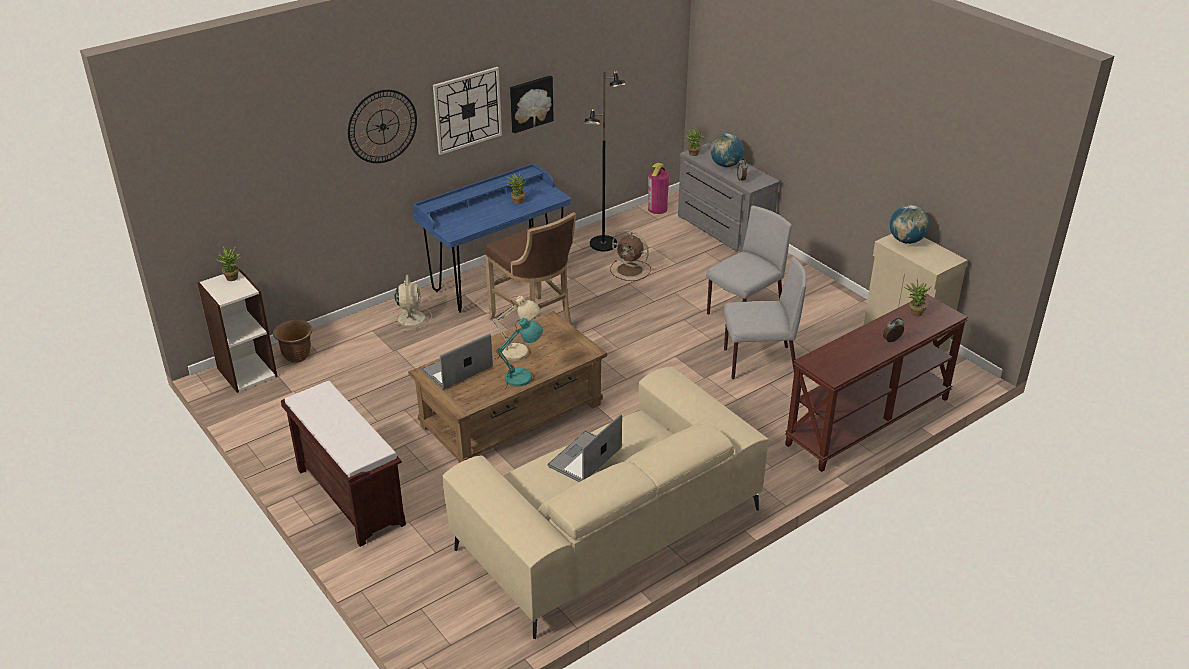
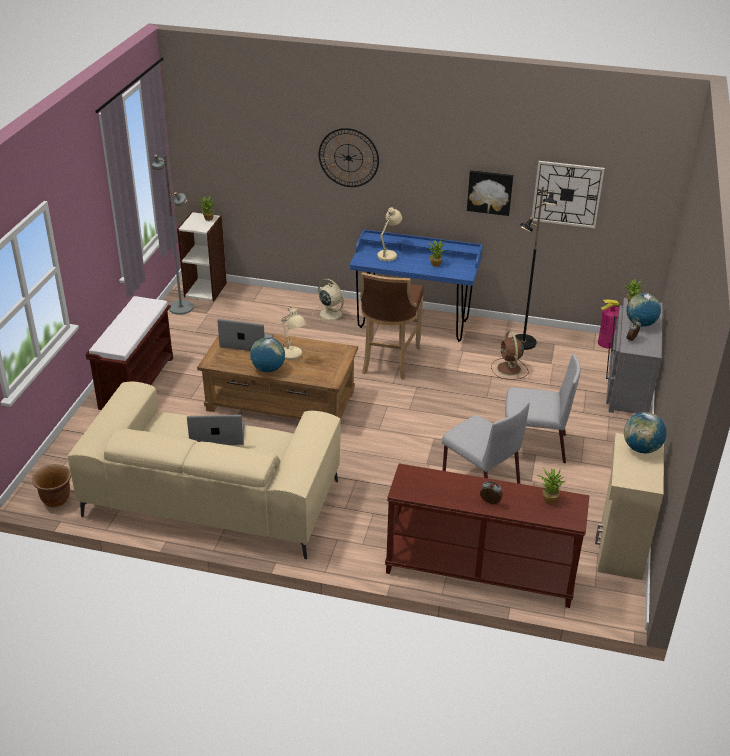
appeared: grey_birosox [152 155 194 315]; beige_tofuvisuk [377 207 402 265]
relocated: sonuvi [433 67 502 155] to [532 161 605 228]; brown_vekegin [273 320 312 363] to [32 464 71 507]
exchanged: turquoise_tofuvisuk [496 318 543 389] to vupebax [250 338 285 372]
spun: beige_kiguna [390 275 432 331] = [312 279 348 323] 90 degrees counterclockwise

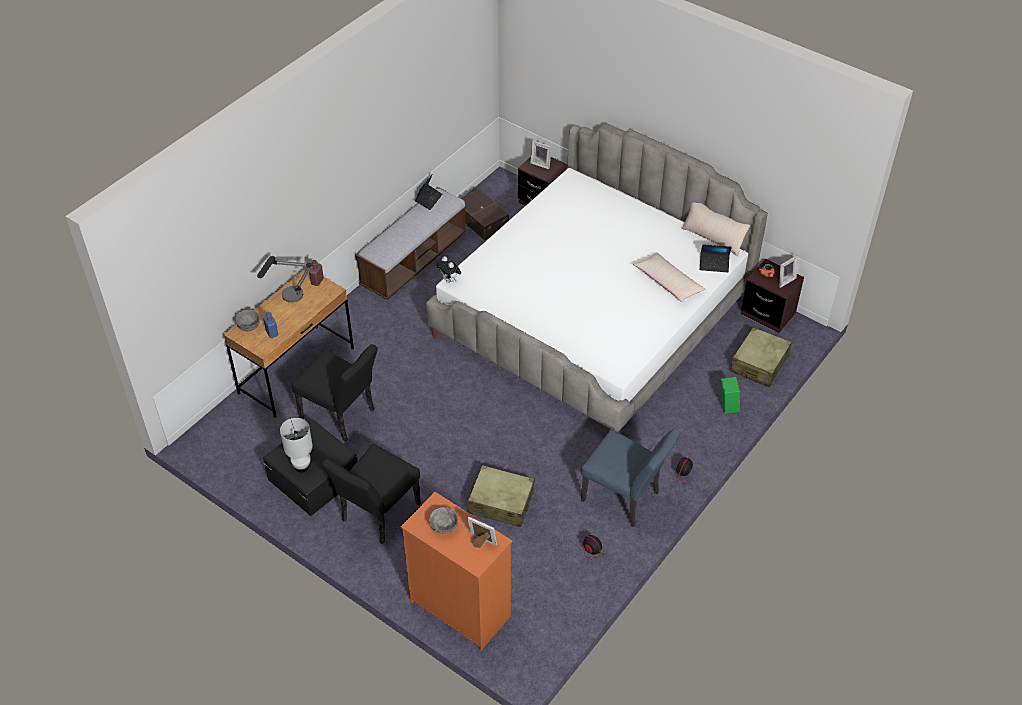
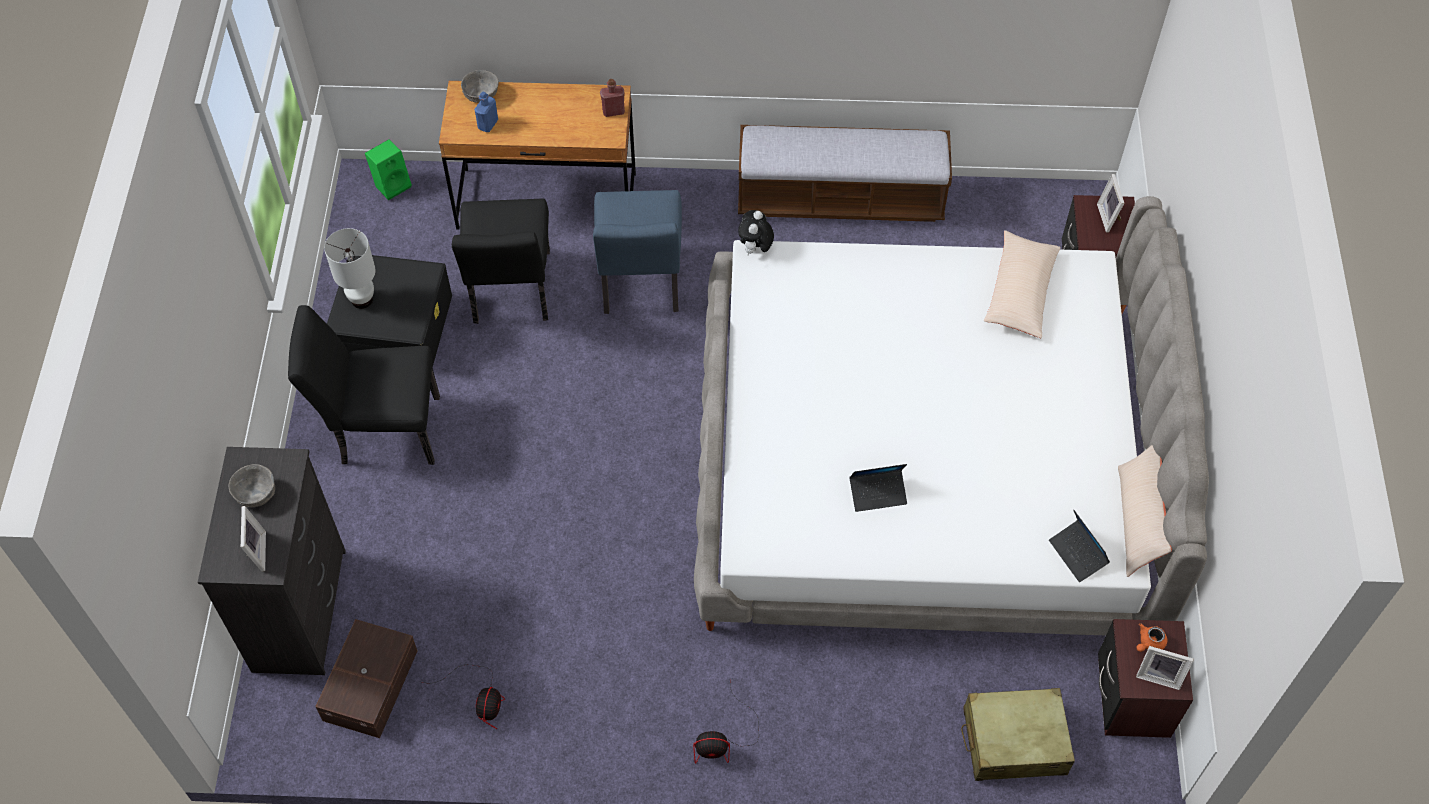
missing: tofuvisuk [257 256 313 303]; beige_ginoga [468 465 535 527]
relocated: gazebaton [415 174 442 210] to [850 464 907 512]; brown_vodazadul [461 189 509 241] to [315 619 418 738]; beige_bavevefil [633 253 706 302] to [984 230 1061 338]; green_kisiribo [721 377 740 414] to [365 139 412 200]; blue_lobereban [581 428 681 527] to [593 190 682 314]
colour: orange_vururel [401 492 512 650] to black_vururel [198 447 346 675]

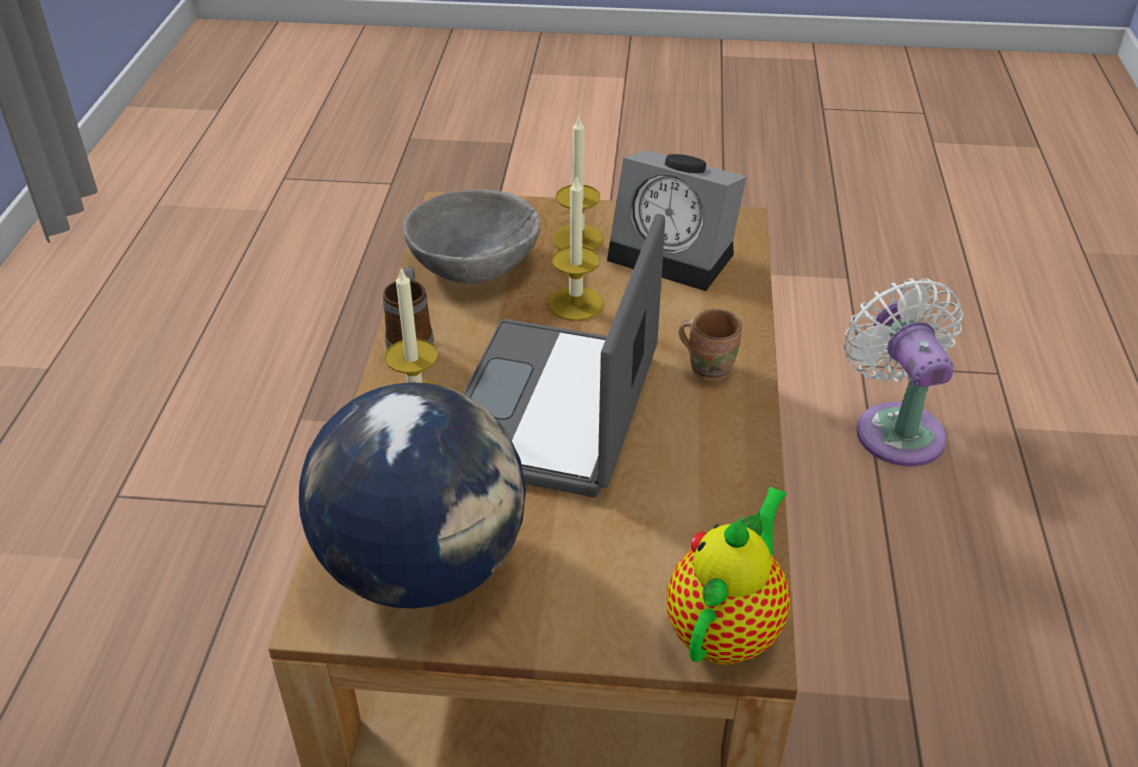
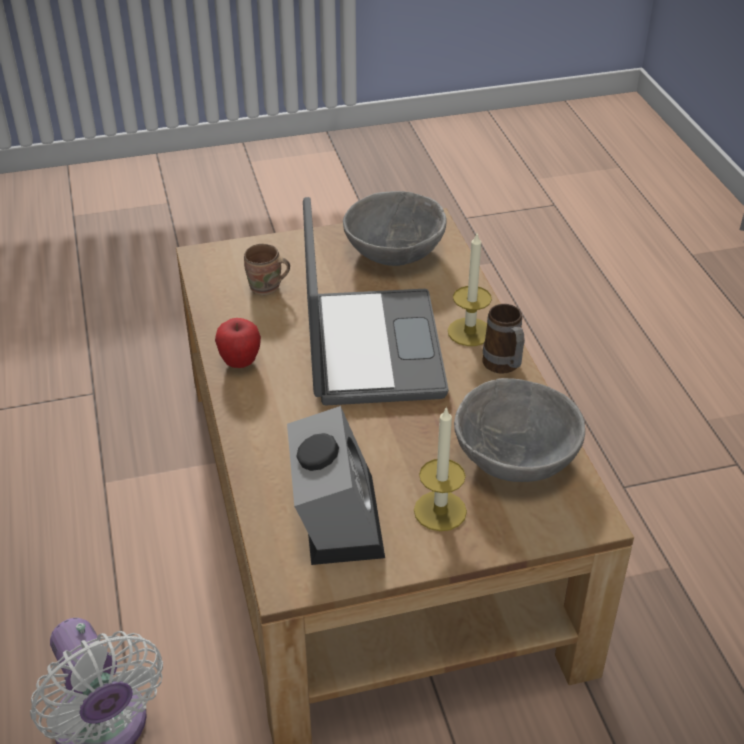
missing: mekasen [548 175 603 321]; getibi [667 487 790 665]
appeared: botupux [215 318 261 368]
relocated: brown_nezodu [679 309 742 381] to [244 244 290 295]
exchanged: vupebax [299 382 526 608] to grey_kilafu [343 191 447 266]
spun: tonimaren [607 150 746 291] = [287 406 385 565] 75 degrees clockwise

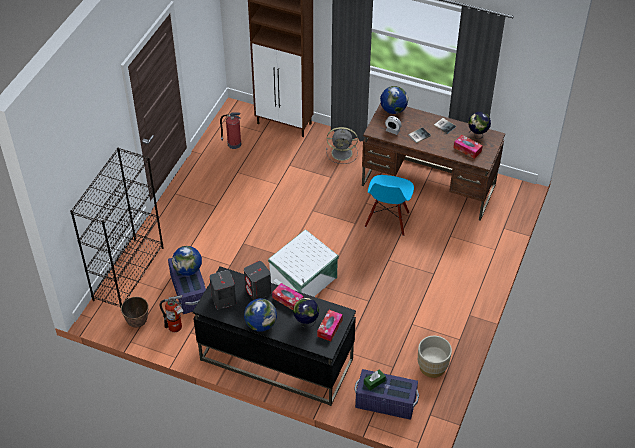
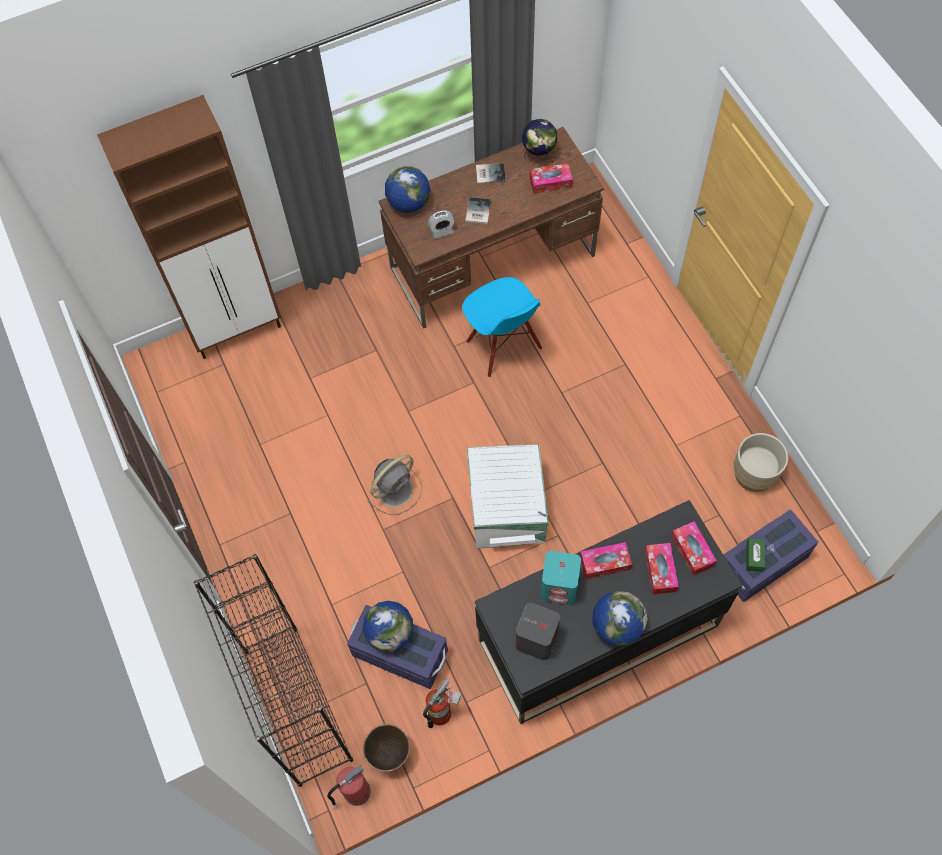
relocated: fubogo [220 112 241 149] to [327 765 371 808]; grey_kiguna [326 127 358 164] to [368 455 422 515]
exchanged: vupebax [293 298 319 328] to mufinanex [645 543 679 594]
colour: grey_kisiribo [244 261 271 300] to turquoise_kisiribo [541 551 581 605]

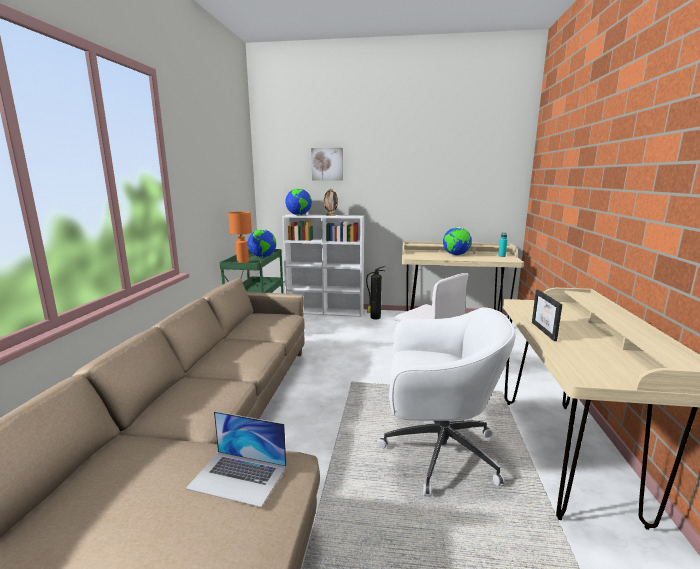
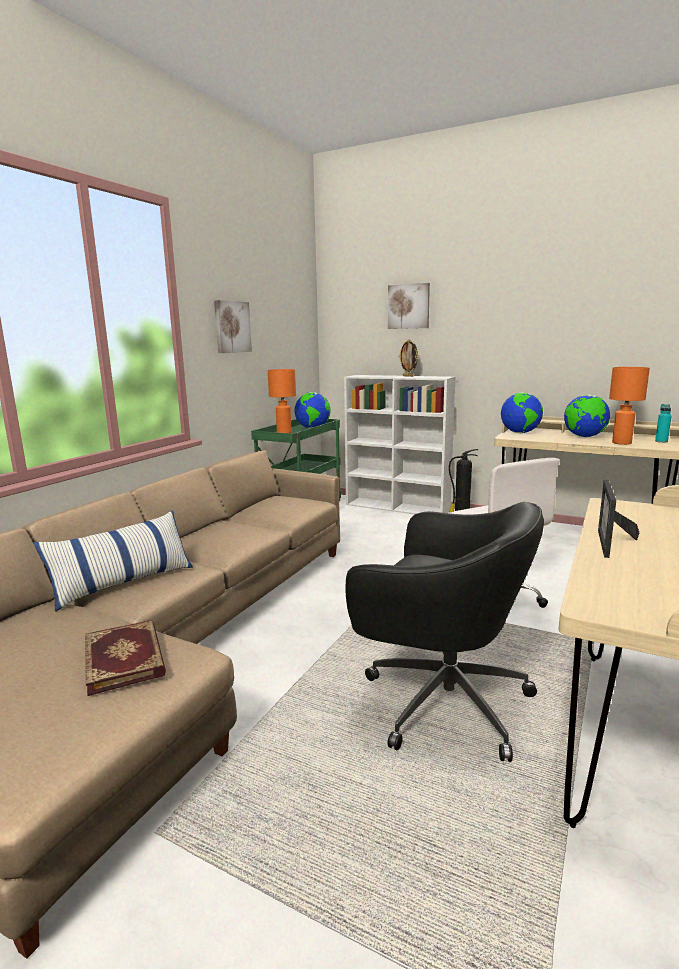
appeared: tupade [214 300 252 353]; orange_tofuvisuk [609 367 650 445]; bavevefil [34 510 193 612]
relocated: vupebax [285 188 312 215] to [501 393 543 433]
exchanged: gazebaton [186 411 287 507] to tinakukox [85 620 166 696]
colour: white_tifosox [377 307 515 497] to black_tifosox [346 502 544 762]

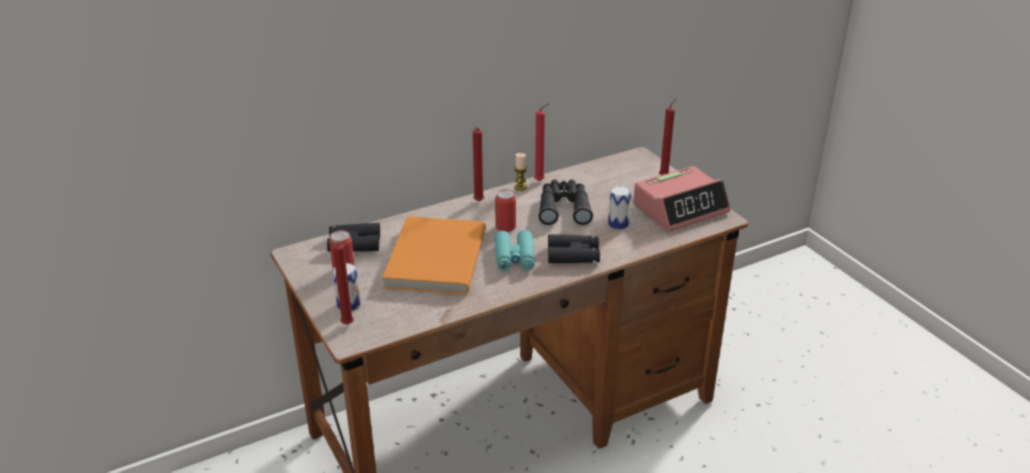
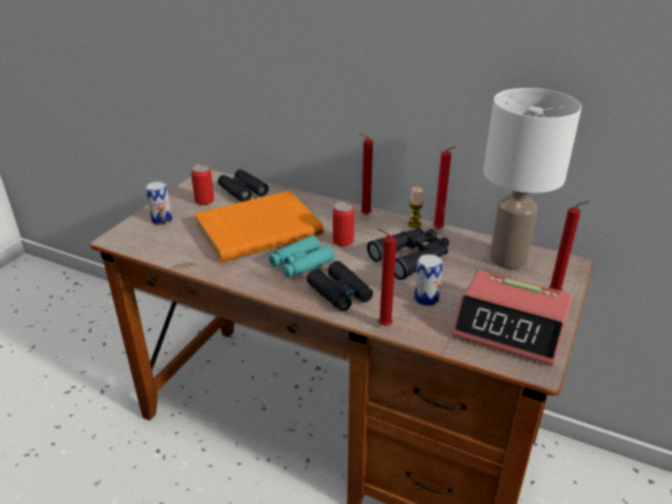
appeared: white_tofuvisuk [483 88 582 269]
relocated: red_mekasen [330 242 354 325] to [378 229 397 326]

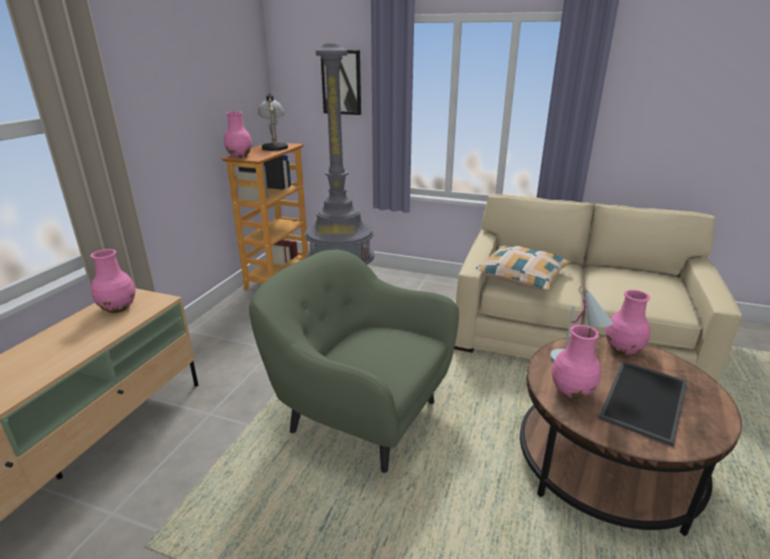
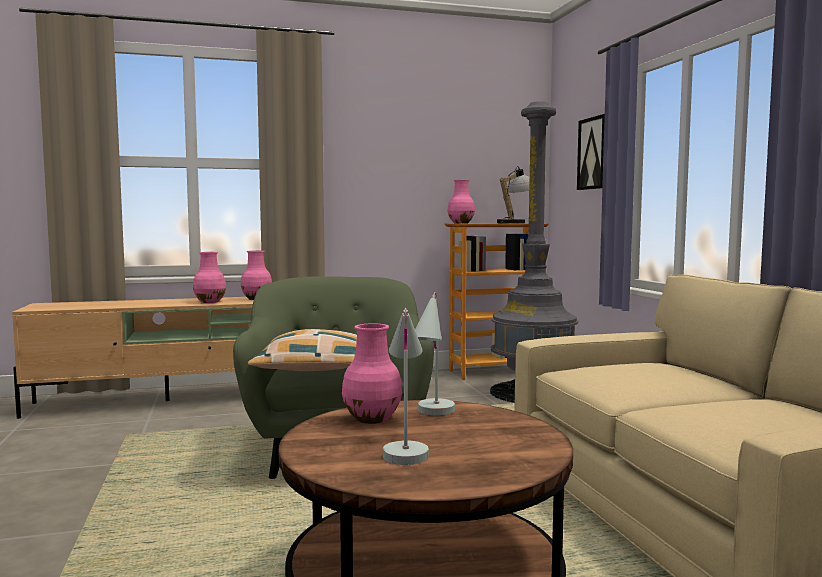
relocated: bavevefil [476 245 571 291] to [248 329 357 371]; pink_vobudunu [605 290 650 355] to [193 252 226 303]
exchanged: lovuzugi [598 361 687 447] to white_tofuvisuk [383 308 429 465]

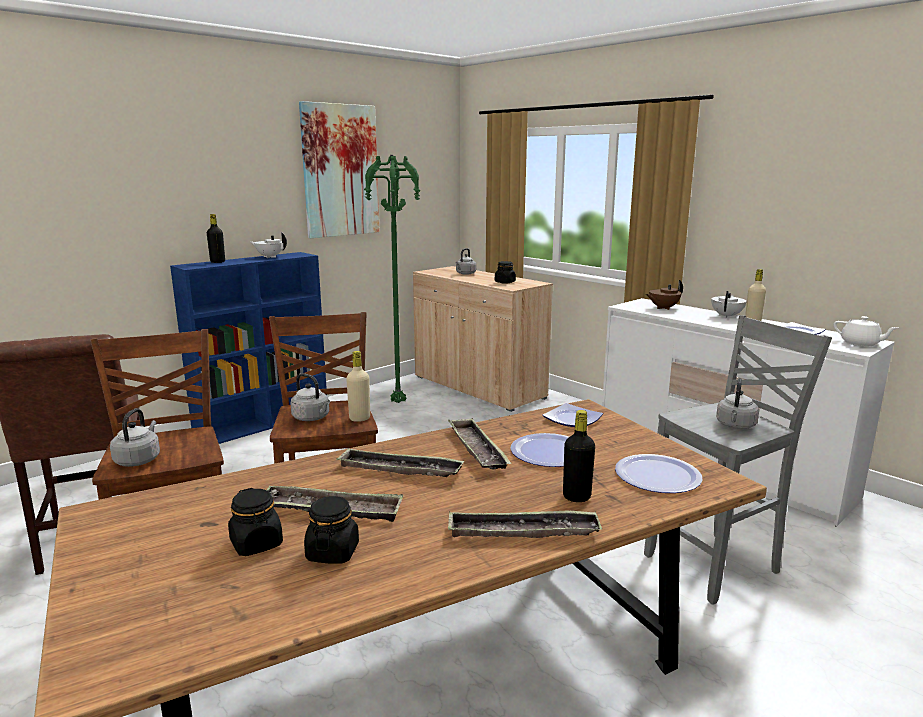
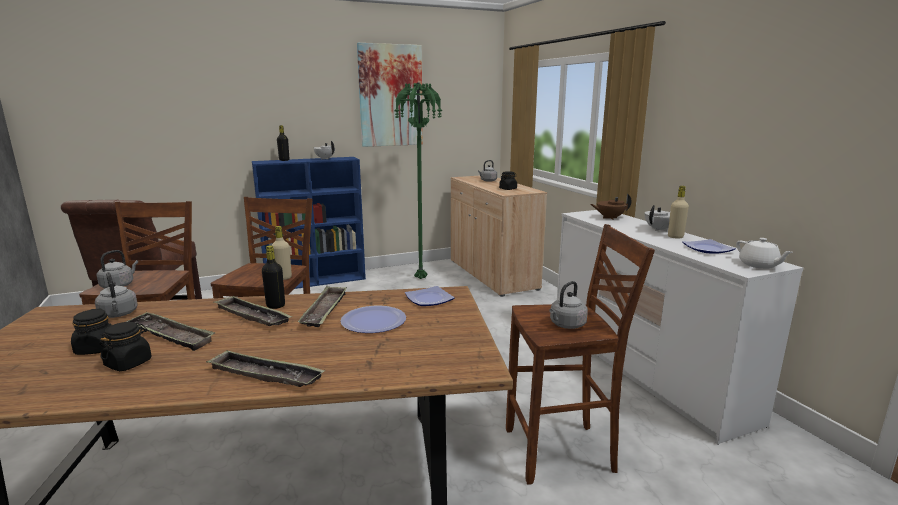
missing: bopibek [615 454 703 493]
relocated: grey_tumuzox [290 373 330 421] to [95 272 138 318]; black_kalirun [563 410 595 502] to [262 245 285 309]
colour: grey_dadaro [644 315 832 605] to brown_dadaro [506 224 655 485]

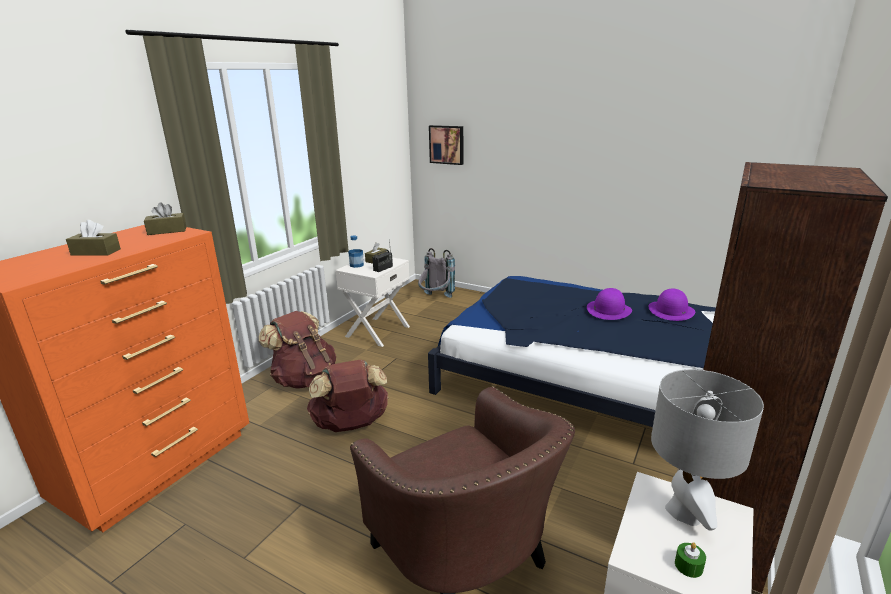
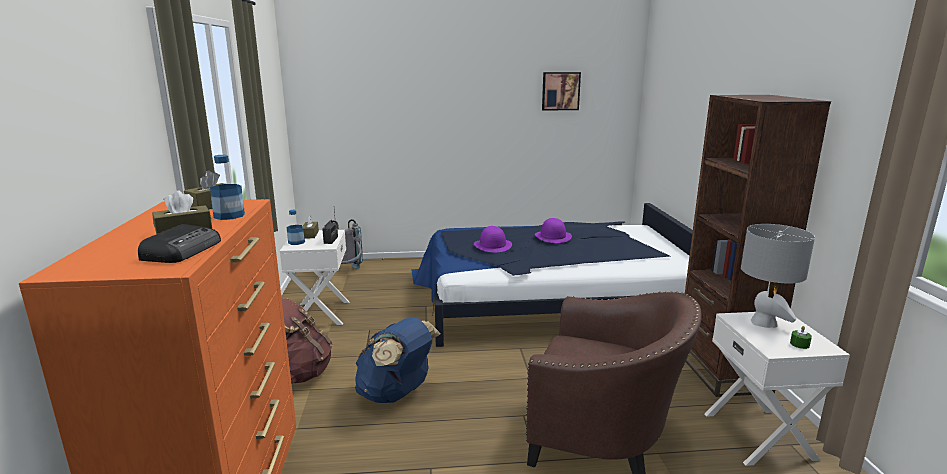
appeared: kalirun [210 155 245 220]; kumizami [138 224 221 263]
relocated: tupade [429 125 463 165] to [542 72 581 111]; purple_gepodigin [648 289 695 321] to [474 226 512 252]
colour: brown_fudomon [307 360 389 432] to blue_fudomon [355 318 440 403]

